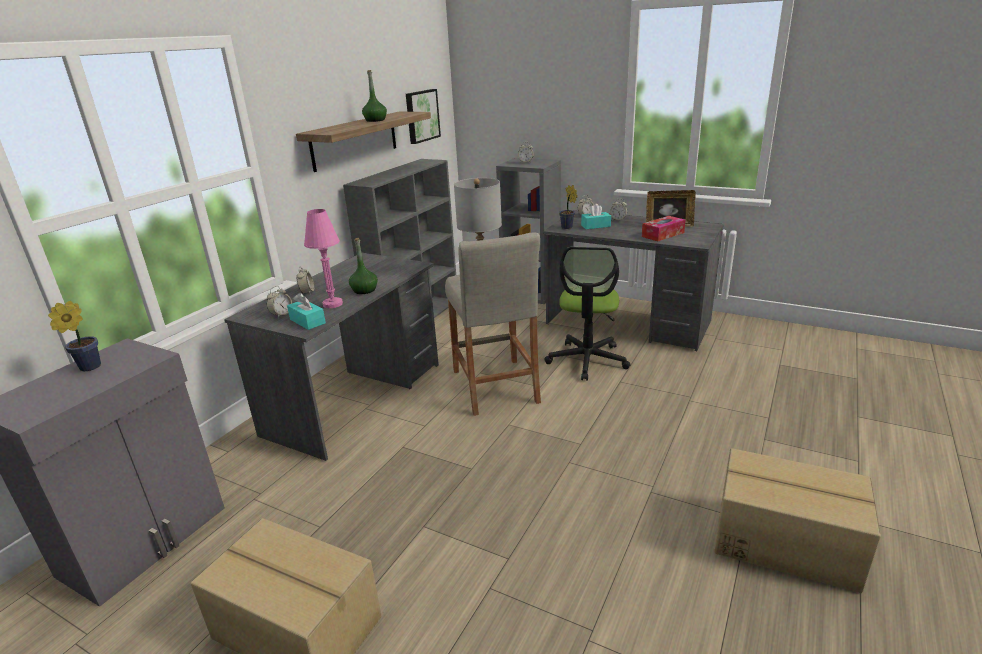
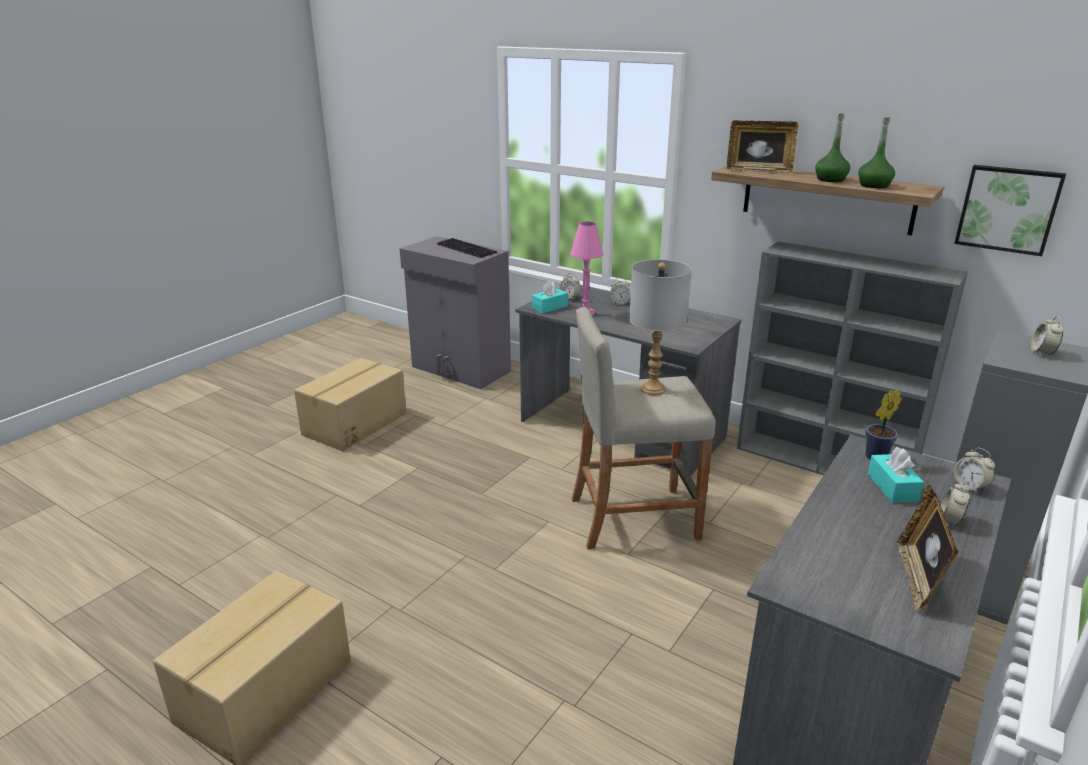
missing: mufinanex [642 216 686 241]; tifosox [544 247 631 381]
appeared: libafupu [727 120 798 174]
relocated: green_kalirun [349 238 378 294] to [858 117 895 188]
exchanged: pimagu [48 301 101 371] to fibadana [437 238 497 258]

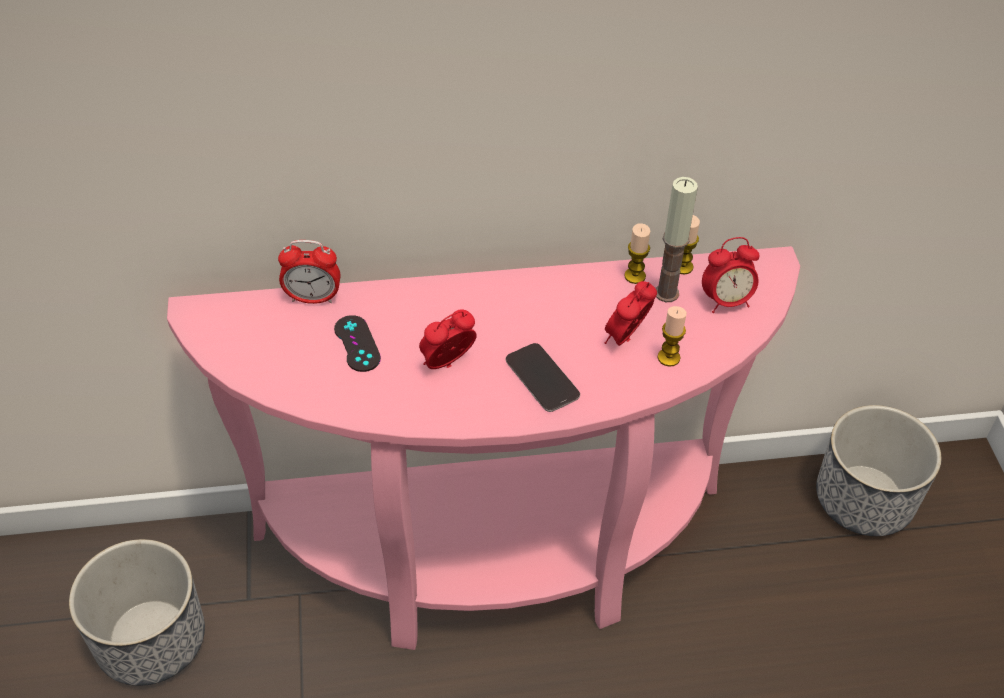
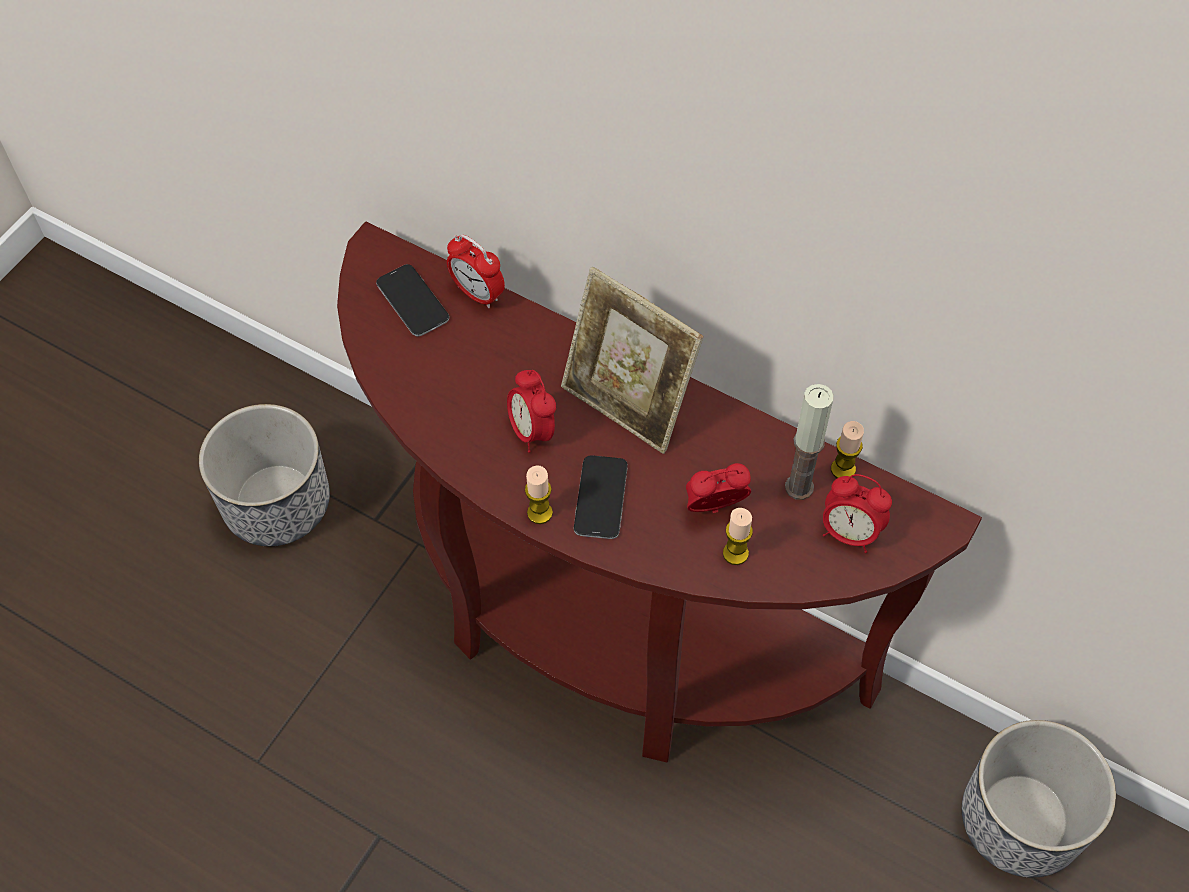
missing: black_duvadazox [334 315 381 372]
appeared: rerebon [376 264 449 336]; libafupu [561 267 703 454]
relocated: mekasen [624 223 650 284] to [525 465 553 524]
colour: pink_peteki [167 246 800 650] to brown_peteki [337 222 982 762]
spun: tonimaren [419 309 477 369] = [507 370 556 453] 120 degrees counterclockwise

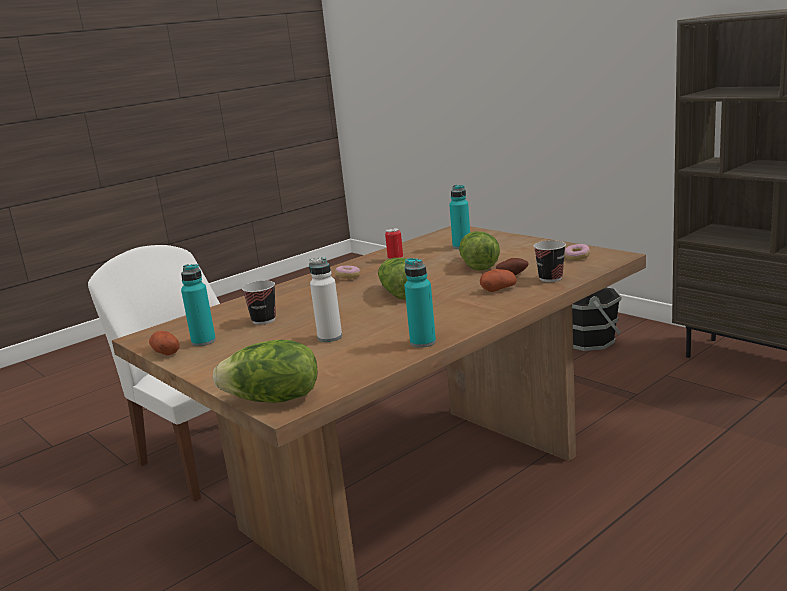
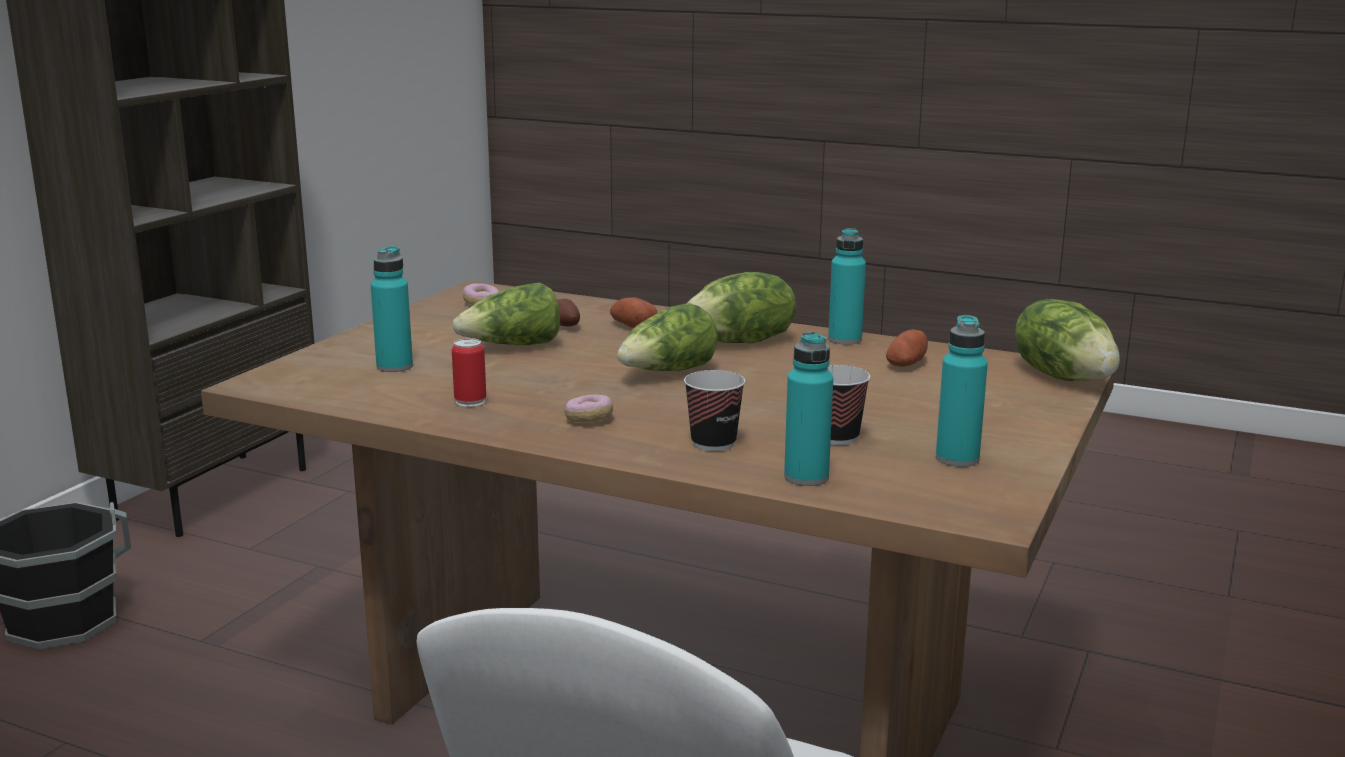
missing: white_kalirun [309 257 342 342]
appeared: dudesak [687 272 796 343]; turquoise_kalirun [784 331 833 486]
relocated: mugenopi [534 240 566 282] to [684 370 745 451]; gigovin [149 331 179 355] to [886 329 928 367]

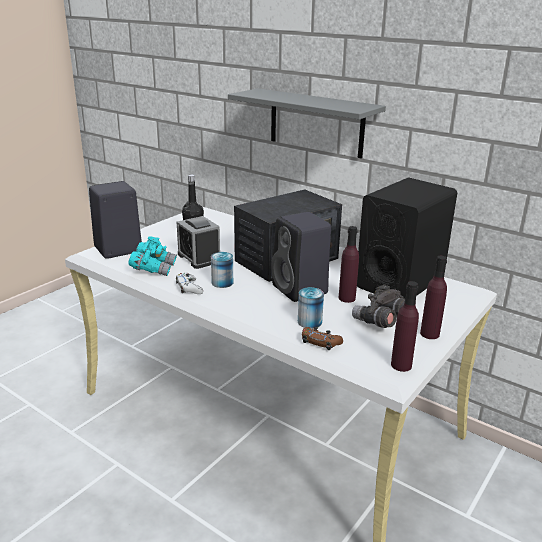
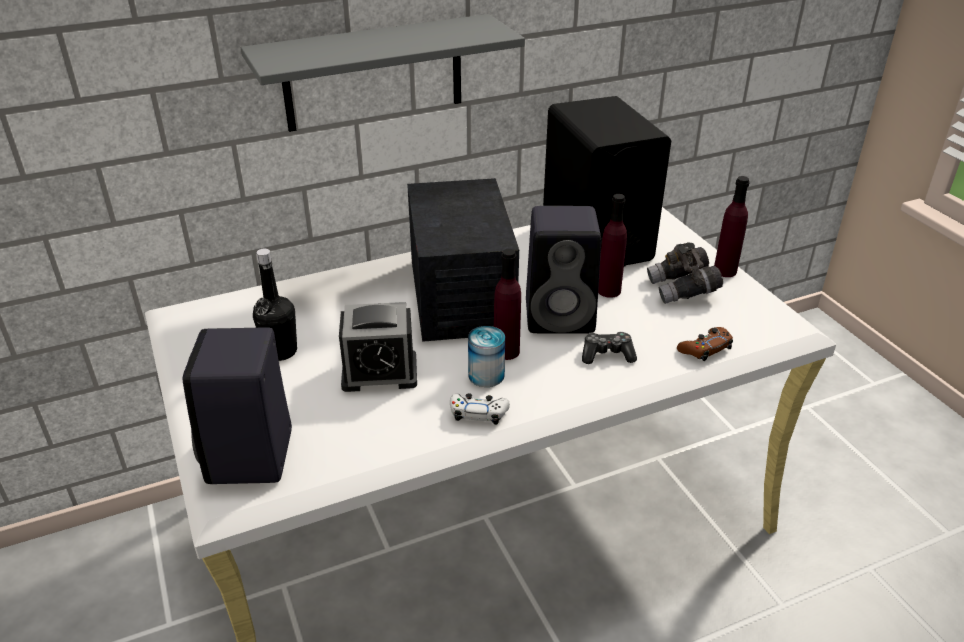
missing: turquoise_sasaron [128 236 177 276]; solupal [298 287 324 329]
appeared: duvadazox [582 332 637 364]
relocated: purple_kalirun [391 281 419 372] to [494 249 521 360]

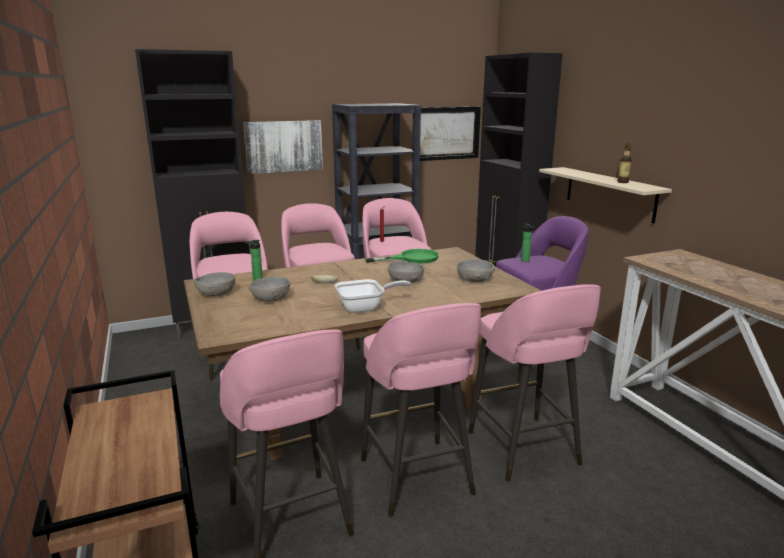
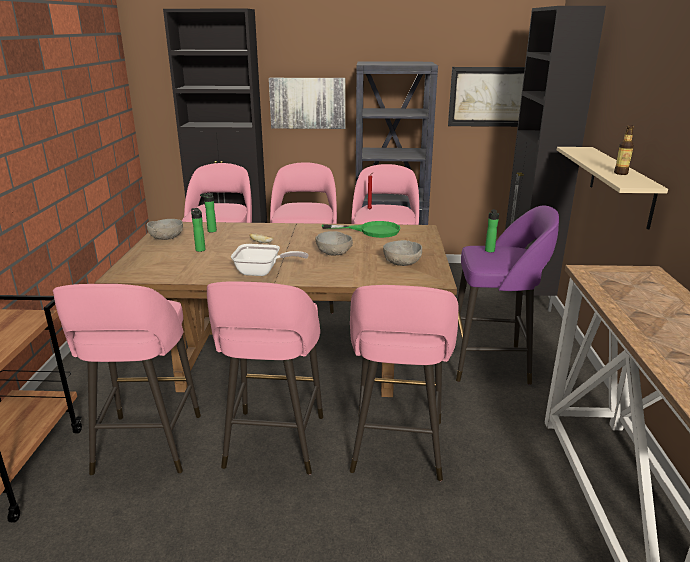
exchanged: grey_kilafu [248 277 290 302] to kalirun [191 208 206 252]

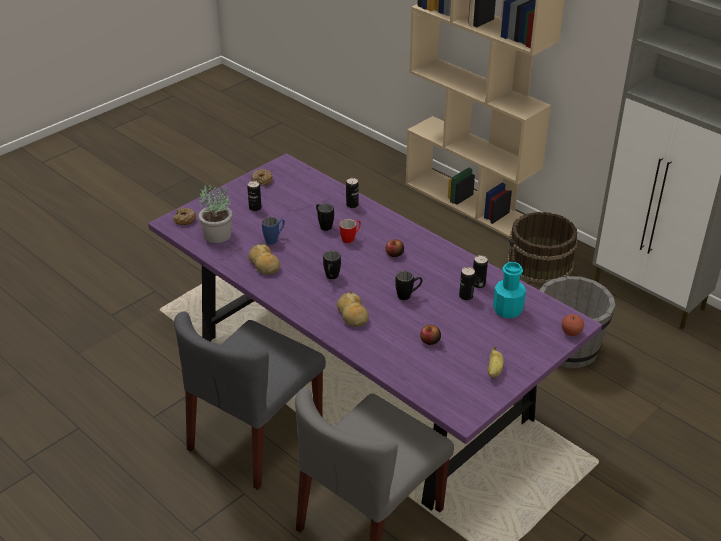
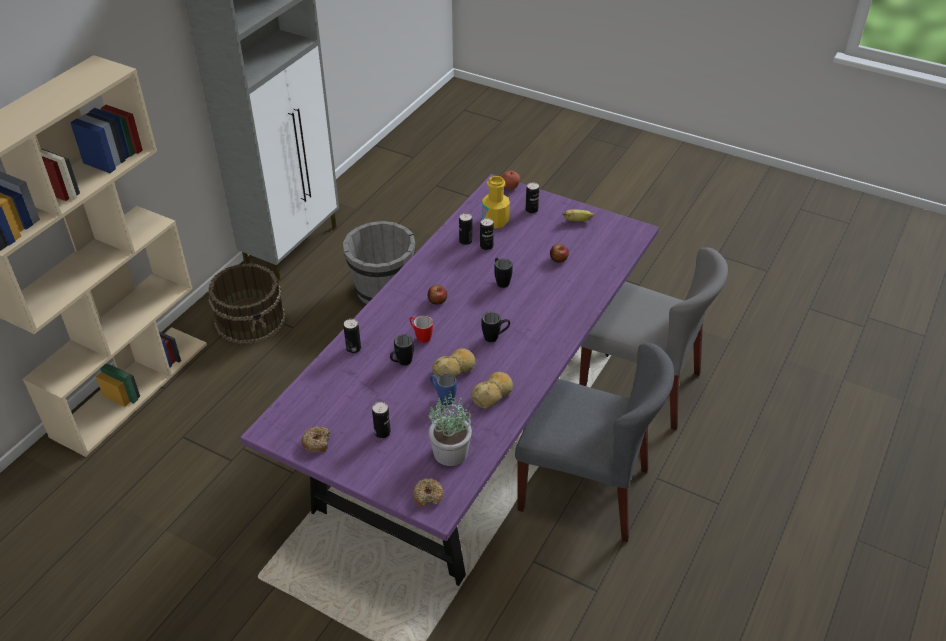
appeared: solupal [526 182 539 213]
relocated: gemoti [337 292 369 327] to [432 348 475 378]
colour: turquoise_kalirun [493 262 526 318] to yellow_kalirun [482 176 510 229]

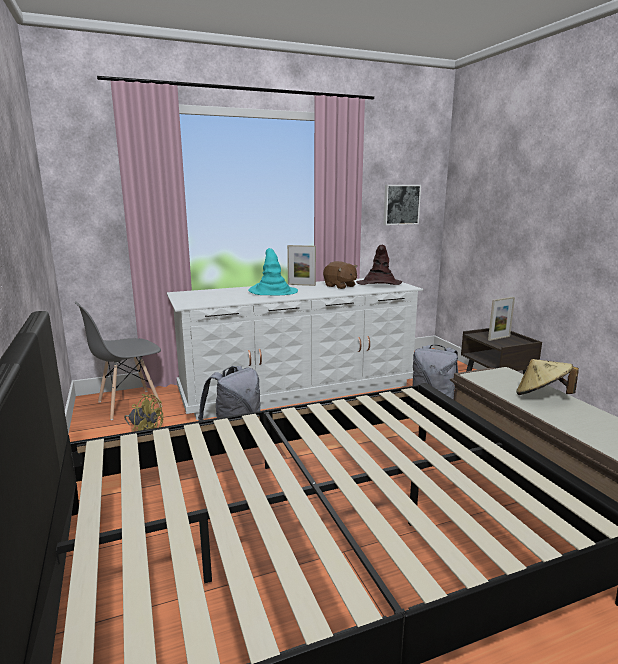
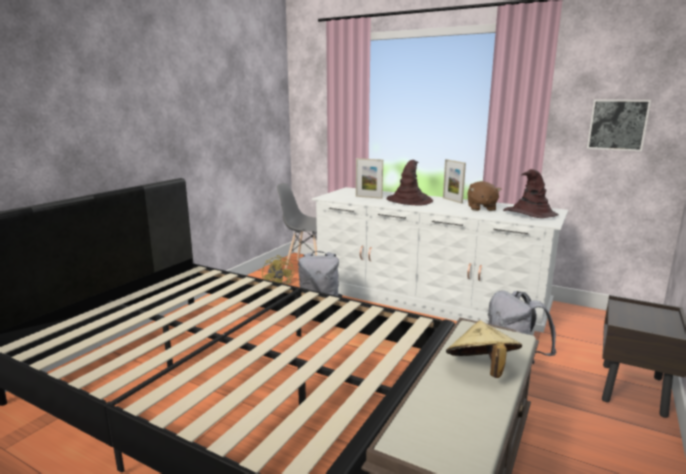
relocated: libafupu [488 297 515 341] to [356 158 383 199]
colour: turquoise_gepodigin [248 248 298 295] to brown_gepodigin [386 160 433 205]

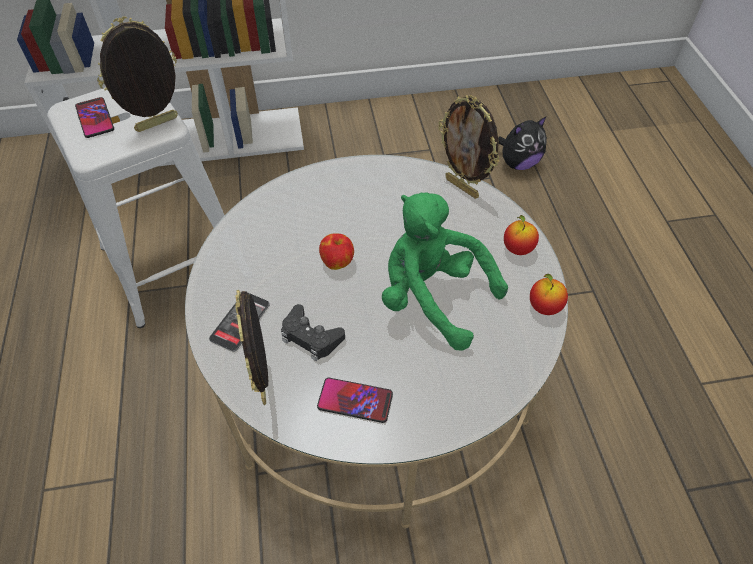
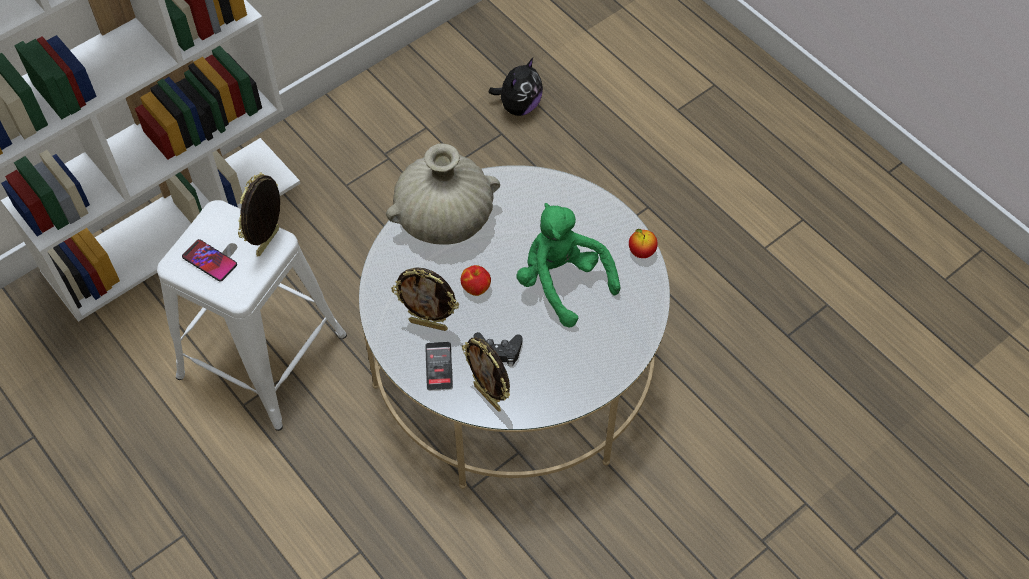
missing: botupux [504 215 539 255]; rerebon [317 378 393 423]
appeared: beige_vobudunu [386 143 500 245]
relocated: libafupu [438 95 499 199] to [391 267 459 331]
spun: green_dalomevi [382 192 508 351] = [517 203 620 328] 45 degrees clockwise

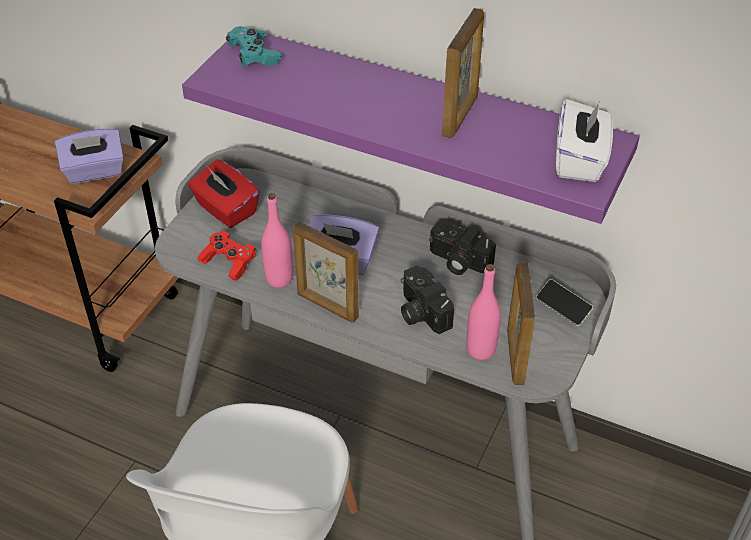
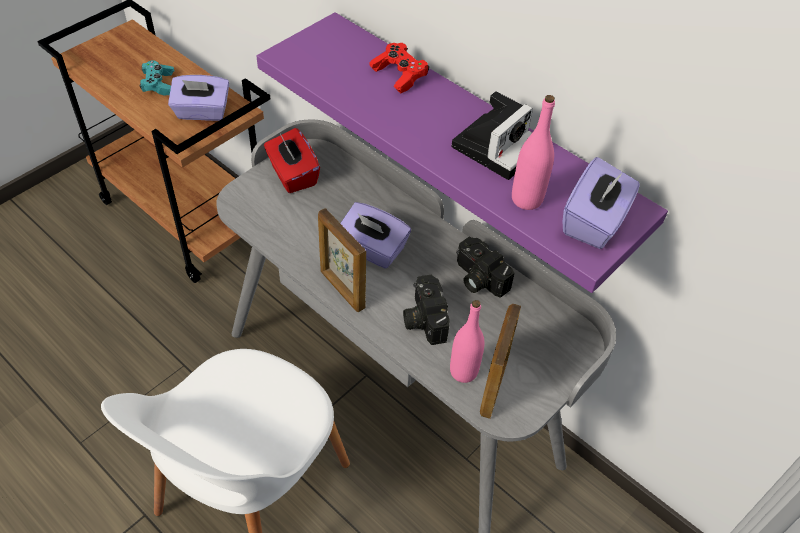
missing: rerebon [536 279 593 326]
relocated: turquoise_duvadazox [226 26 282 66] to [139 60 174 96]; pink_kalirun [261 193 293 288] to [512 95 555 210]; red_duvadazox [197 231 256 281] to [369 43 429 93]
exchanged: libafupu [442 8 484 138] to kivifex [452 91 533 180]
colour: white_mufinanex [556 99 613 182] to purple_mufinanex [563 157 640 249]

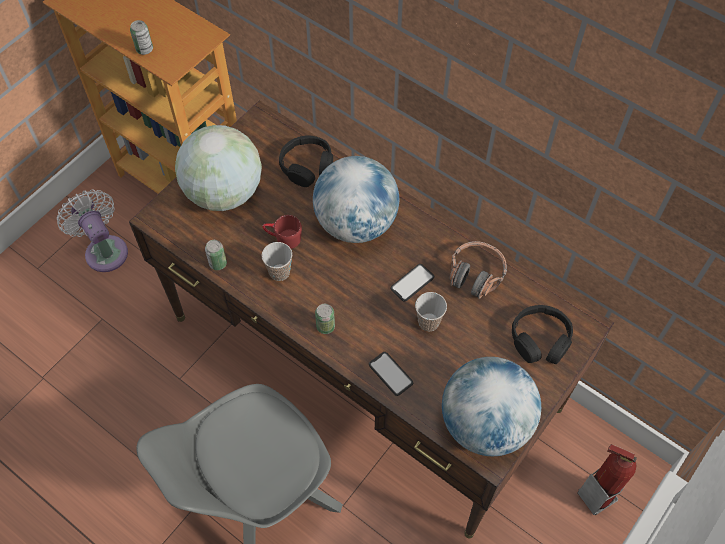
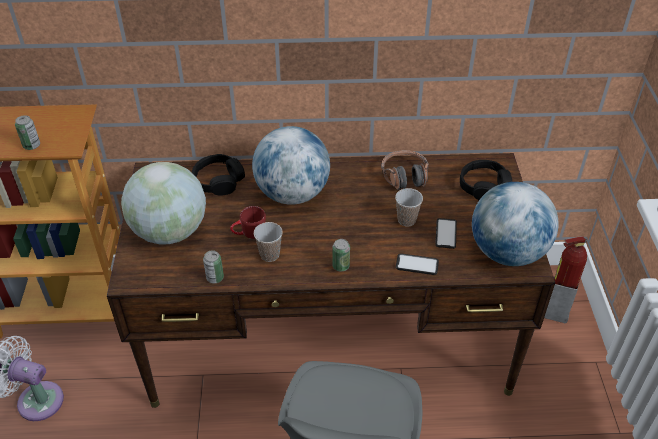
relocated: rerebon [390 264 434 302] to [435 218 457 249]

